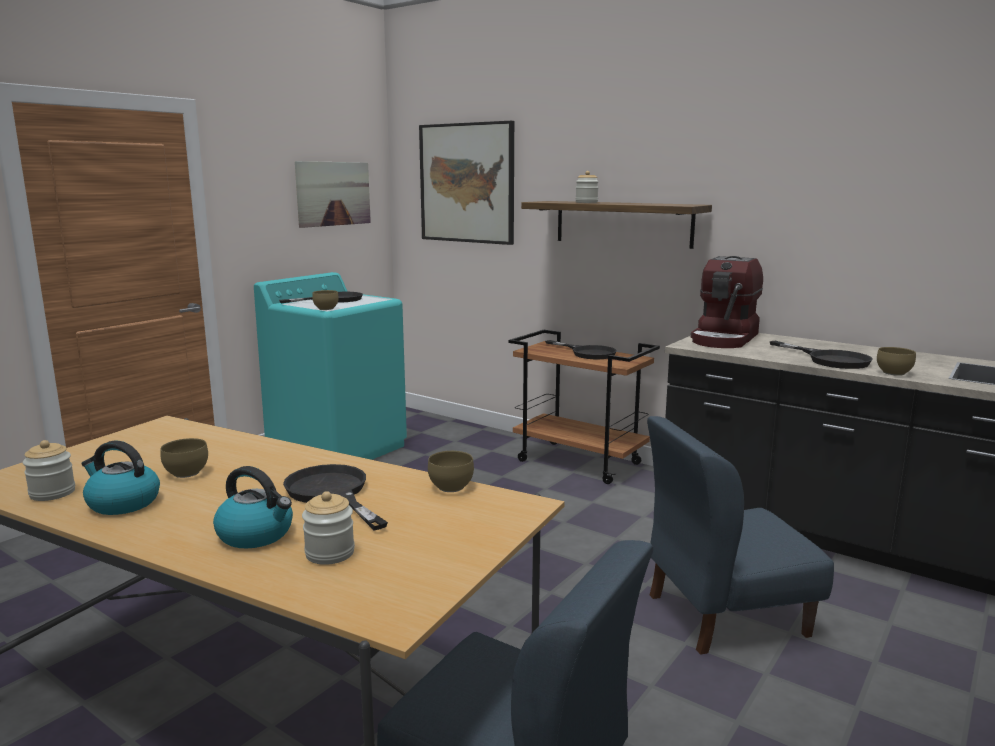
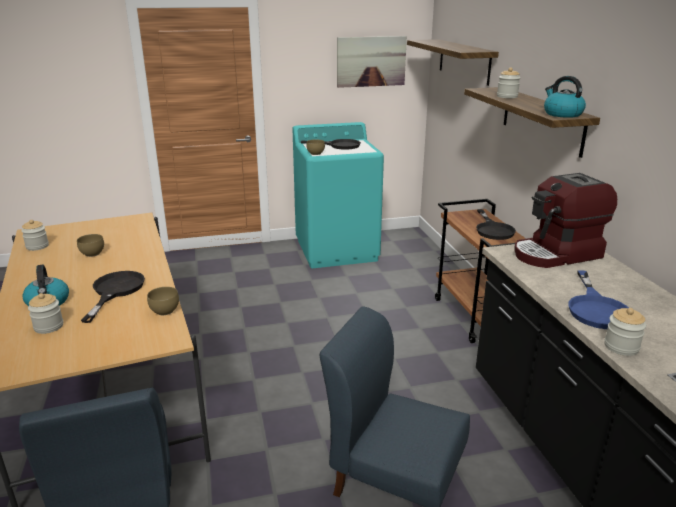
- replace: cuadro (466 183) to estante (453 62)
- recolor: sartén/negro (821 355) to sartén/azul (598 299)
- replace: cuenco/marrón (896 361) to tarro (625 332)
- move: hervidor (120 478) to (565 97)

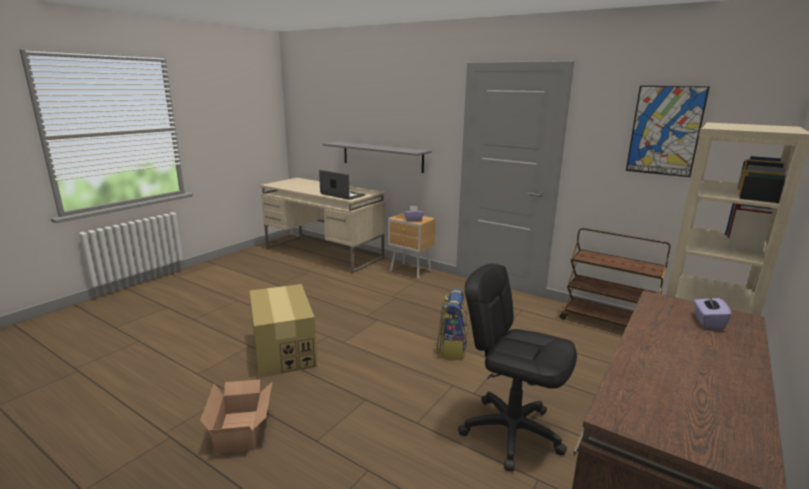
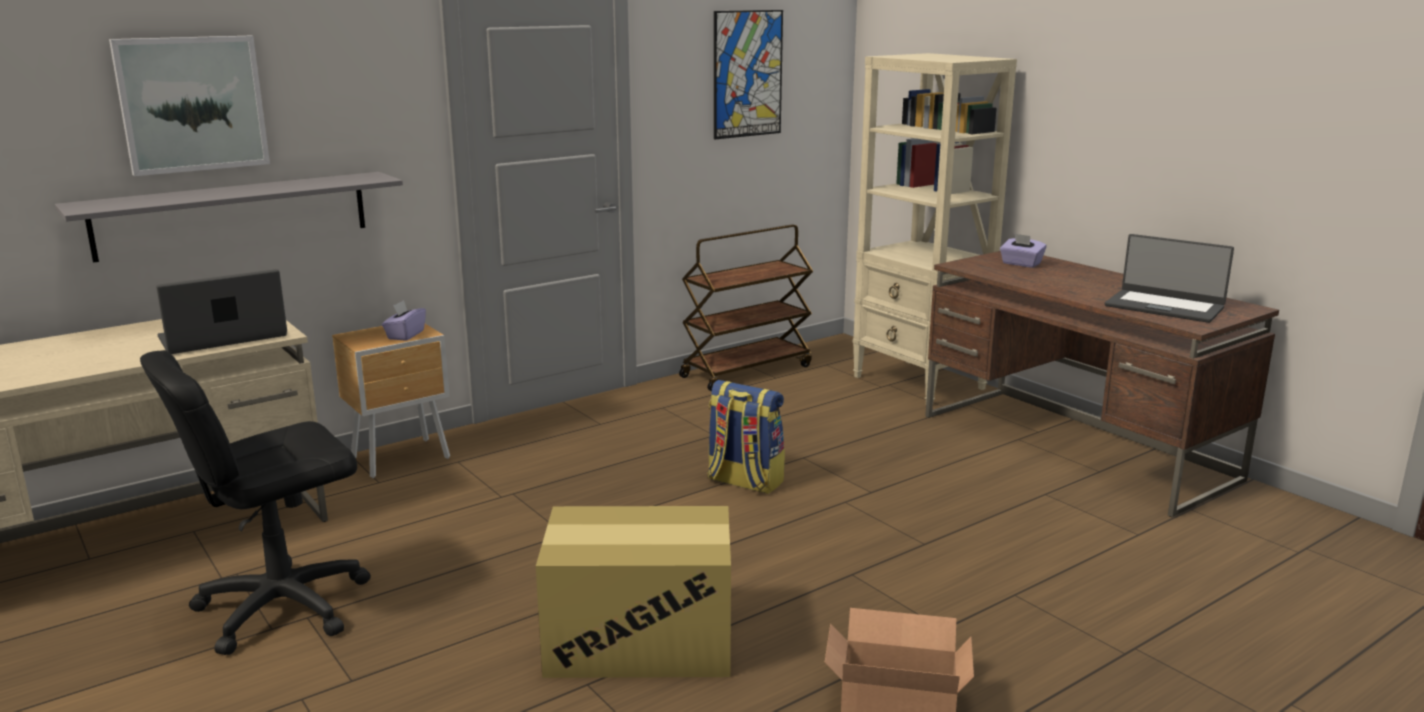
- move: silla de oficina/negro (517 367) to (255 502)
- insert: cuadro (189 106)
- insert: portátil (1169 278)

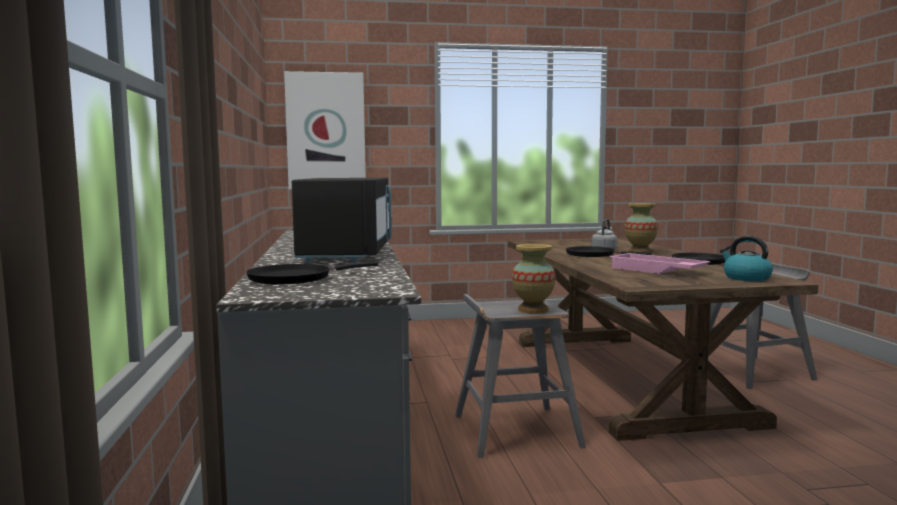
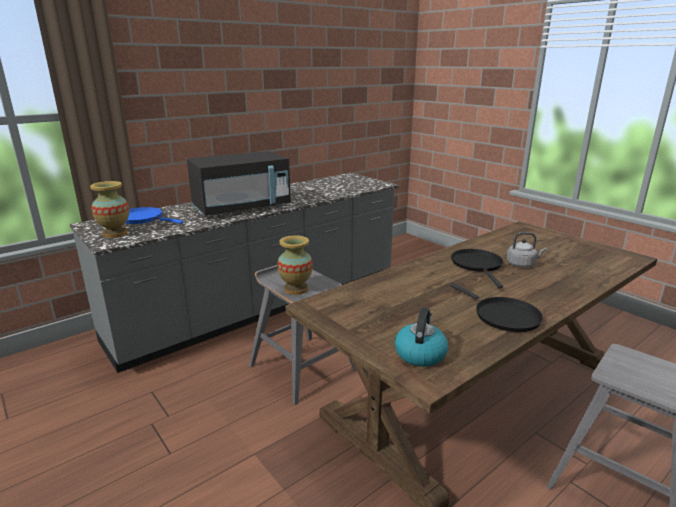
- delete: cuadro (325 130)
- move: florero (641 227) to (109 209)
- delete: bandeja/rosa (660 263)
- recolor: sartén/negro (312 273) to sartén/azul (154 215)

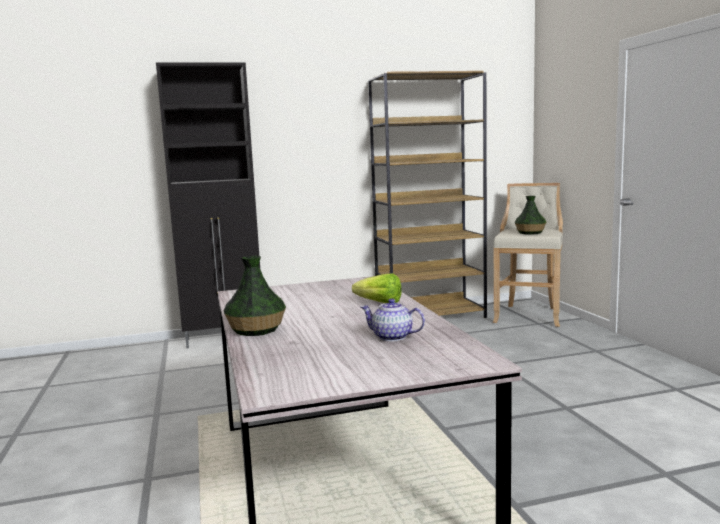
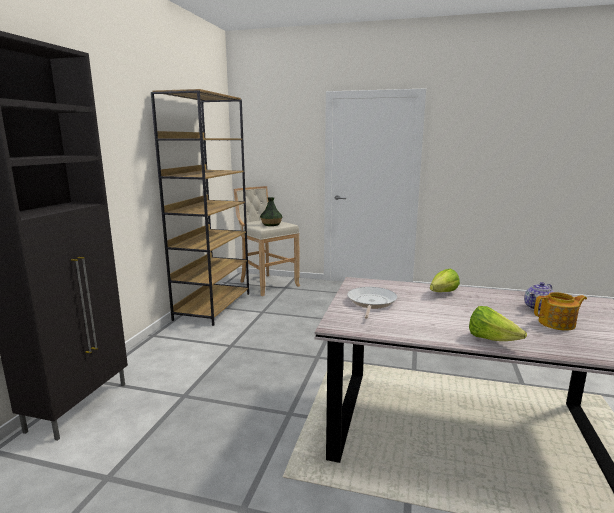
- replace: florero (255 296) to lechuga (498 323)
- insert: sartén (372 303)
- insert: tetera (560 311)

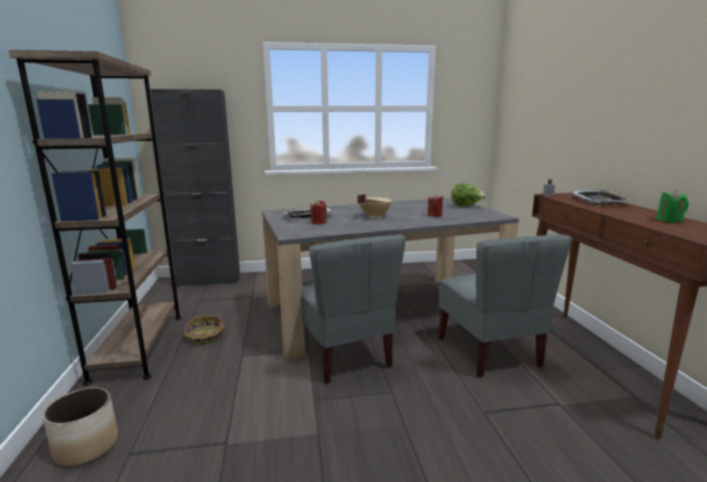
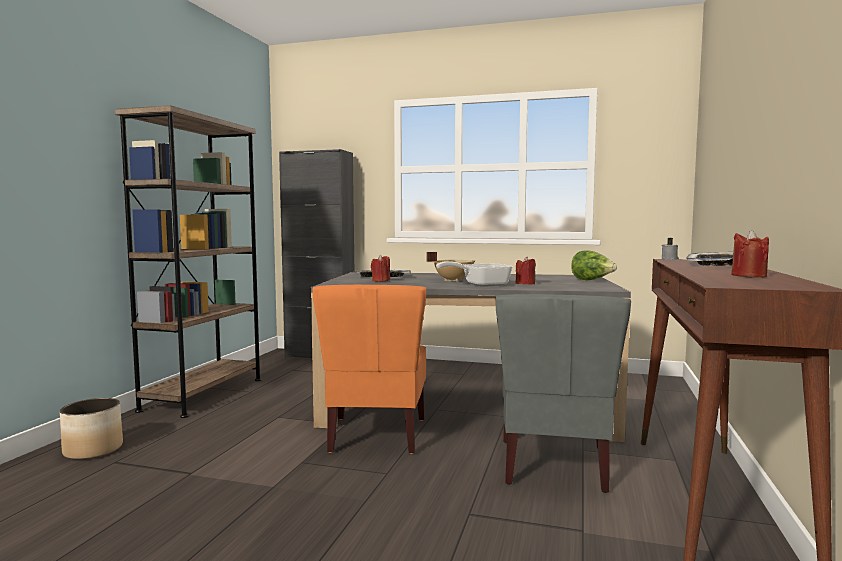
- recolor: vela/verde (672 206) to vela/rojo (750 254)
- recolor: silla/gris (353 309) to silla/naranja (369 369)
- delete: cesta (204 329)
- insert: sartén (474 274)

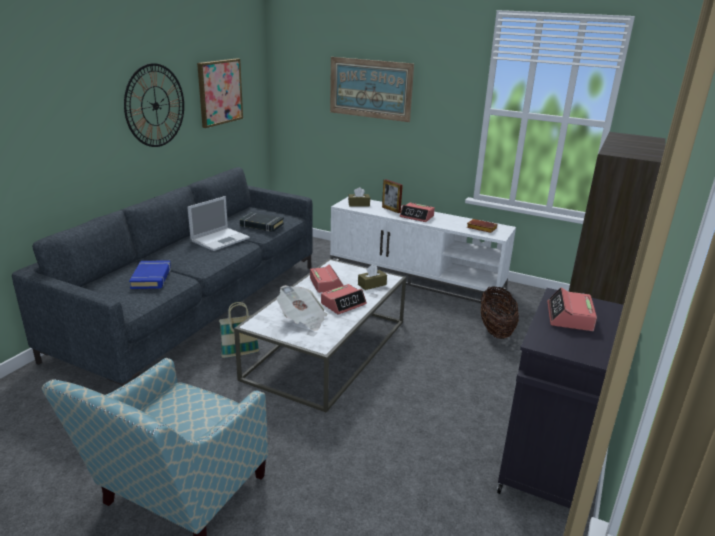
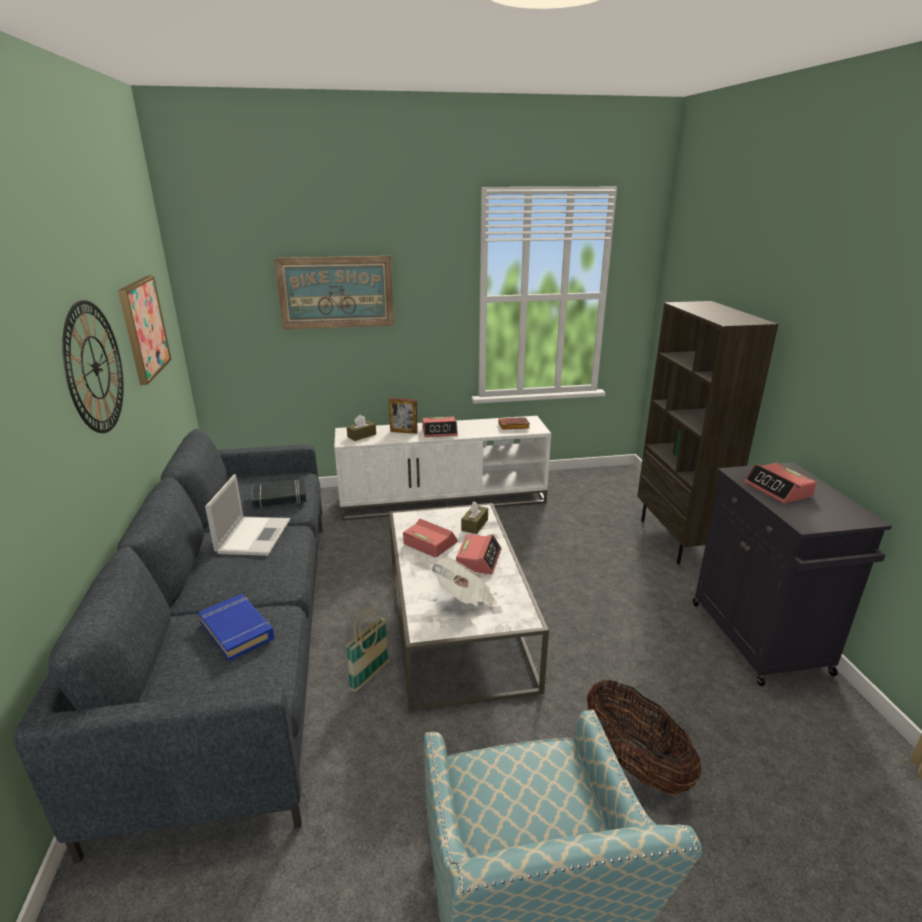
- move: cesta (500 312) to (644 737)

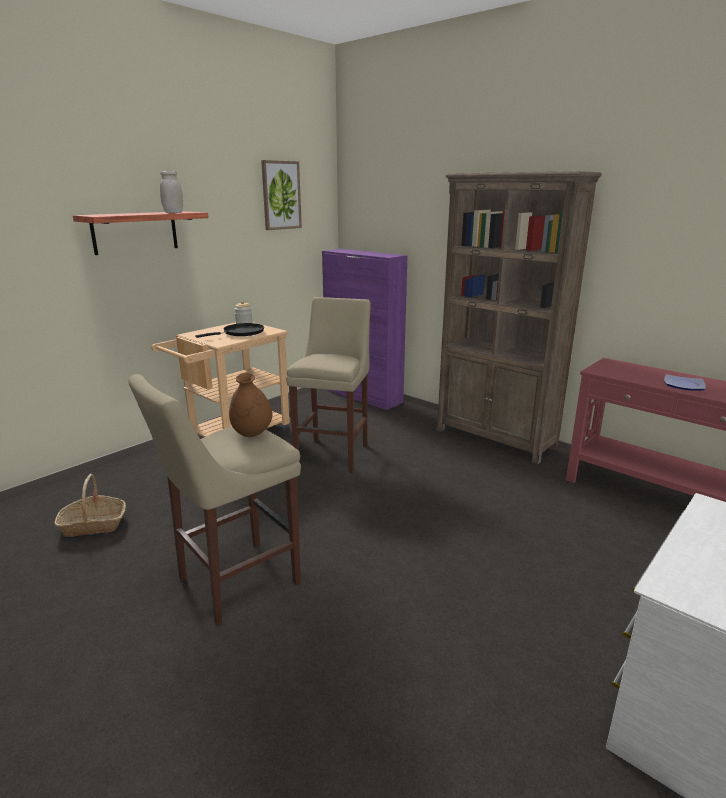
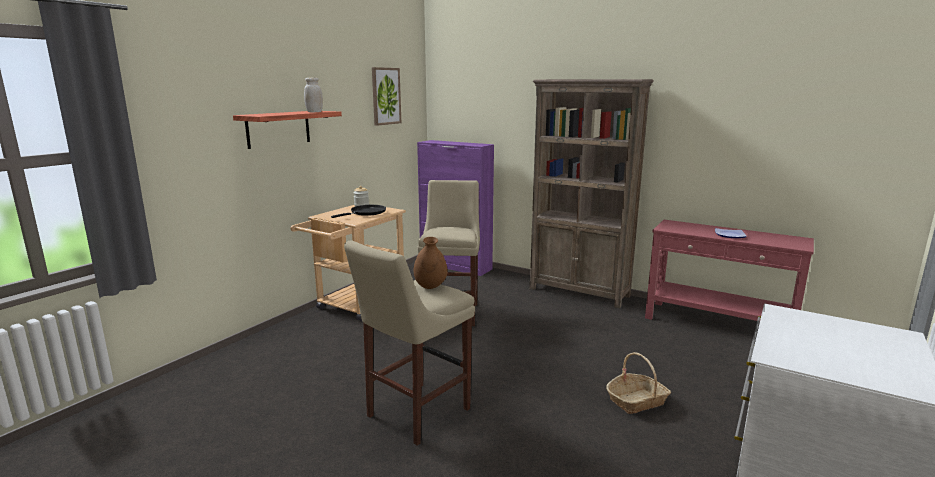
- move: cesta (90 505) to (638 383)

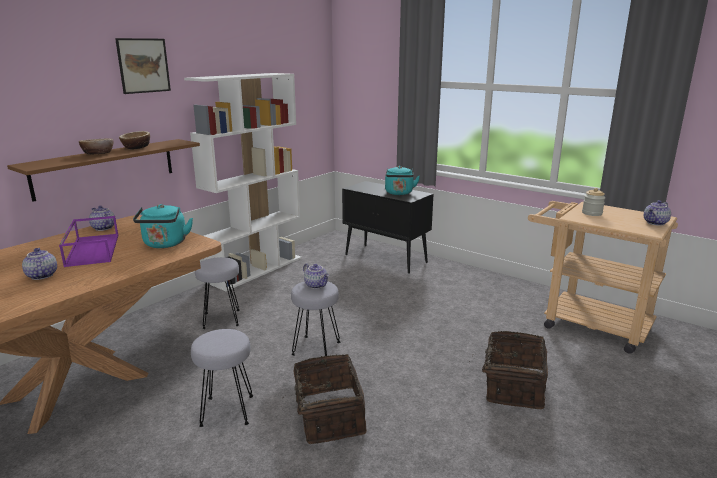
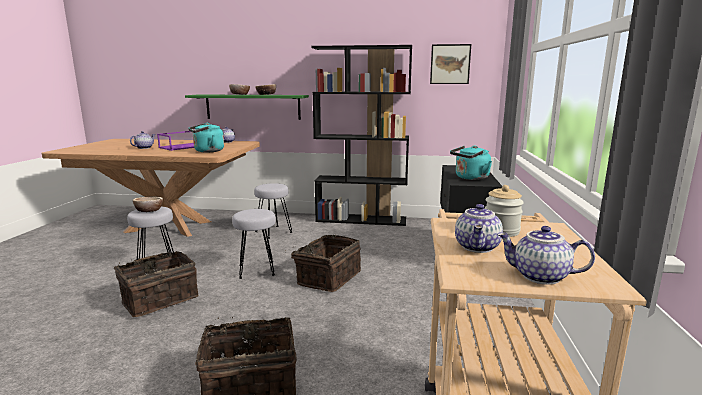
- move: cuadro (143 66) to (450 64)
- recolor: estantería/blanco (243 182) to estantería/negro (361 135)
- recolor: estante/marrón (103 170) to estante/verde (247 107)
- move: tetera (316 276) to (479 228)
- insert: cuenco (148 204)
- insert: cesta (323 263)

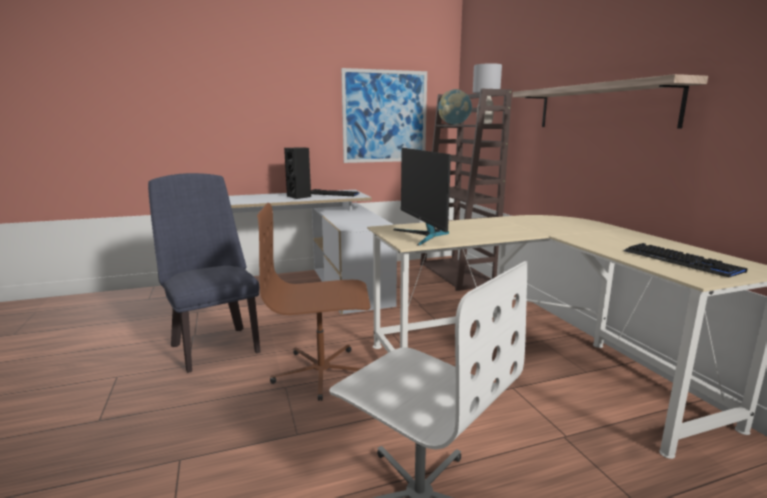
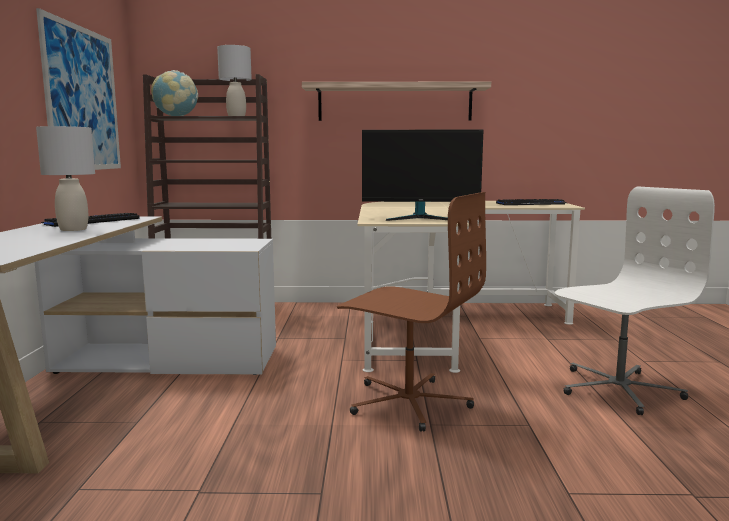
- replace: altavoz/negro (297 173) to lámpara de mesa/gris (65 178)
- delete: silla/azul (204 273)
- rotate: silla de oficina/marrón (313 302) = (411 312) 75 degrees counterclockwise

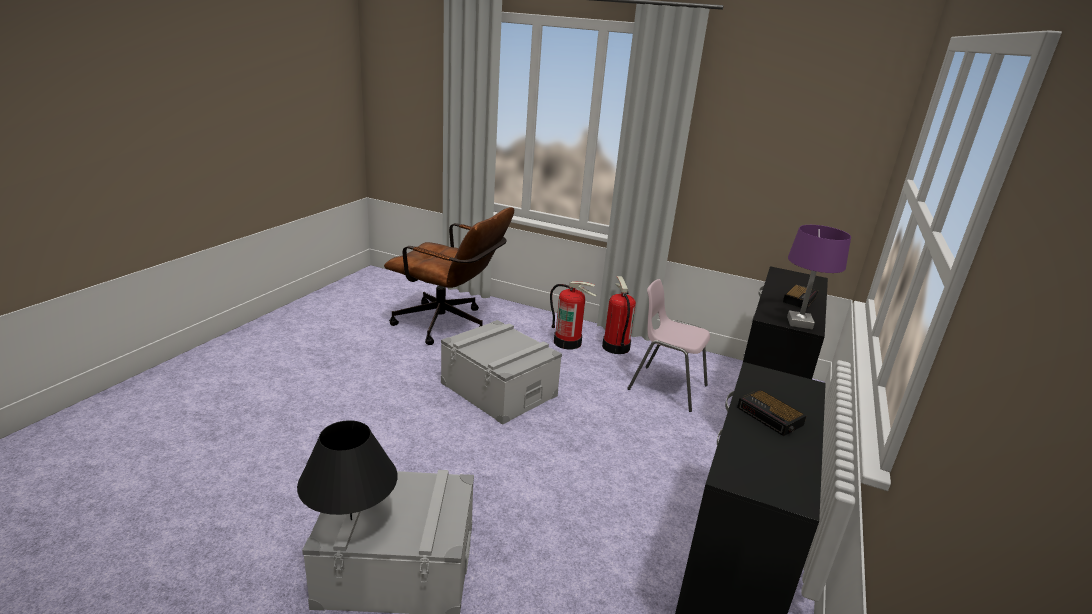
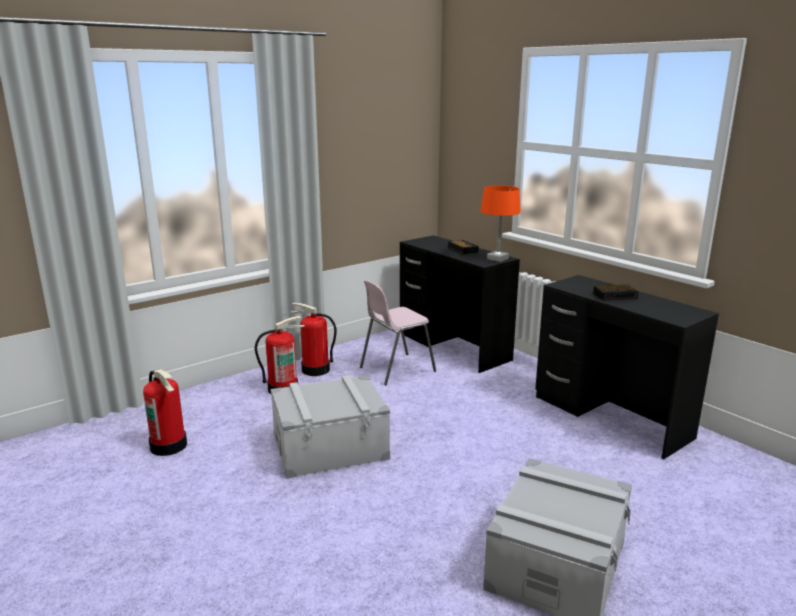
- replace: silla de oficina/marrón (449 276) to extintor (165 412)
- recolor: lámpara de mesa/morado (819 277) to lámpara de mesa/naranja (501 224)
- delete: lámpara de mesa/negro (347 470)

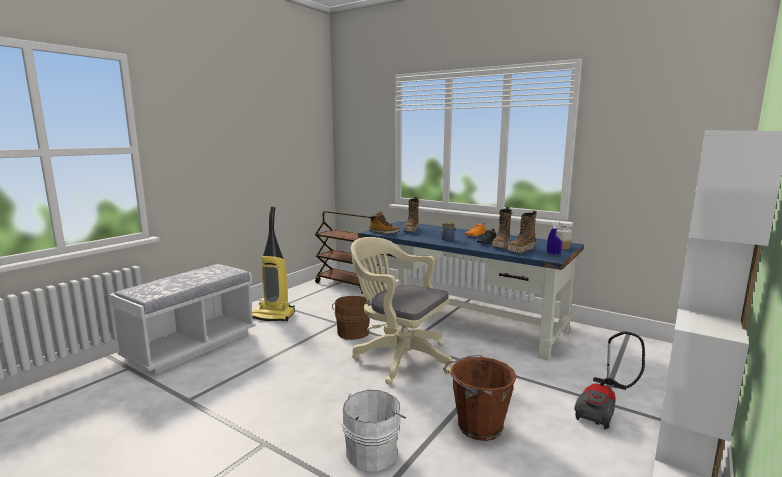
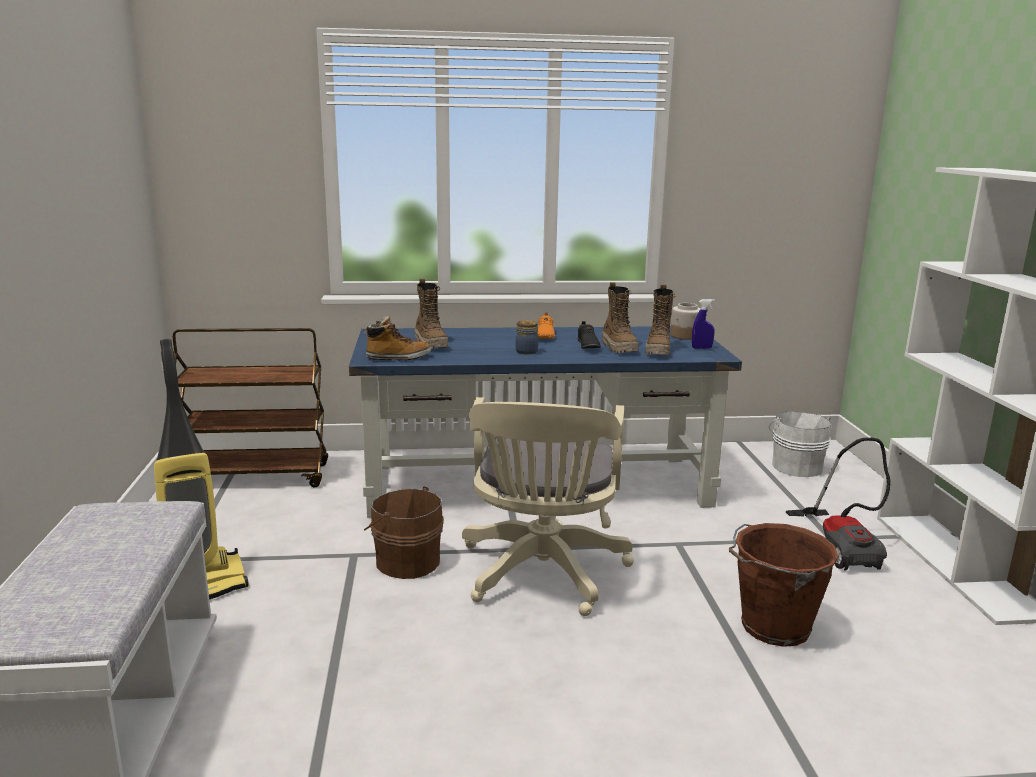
- rotate: silla de oficina/beis (402 310) = (548 506) 75 degrees counterclockwise
- move: cubo/blanco (374 431) to (800 444)

